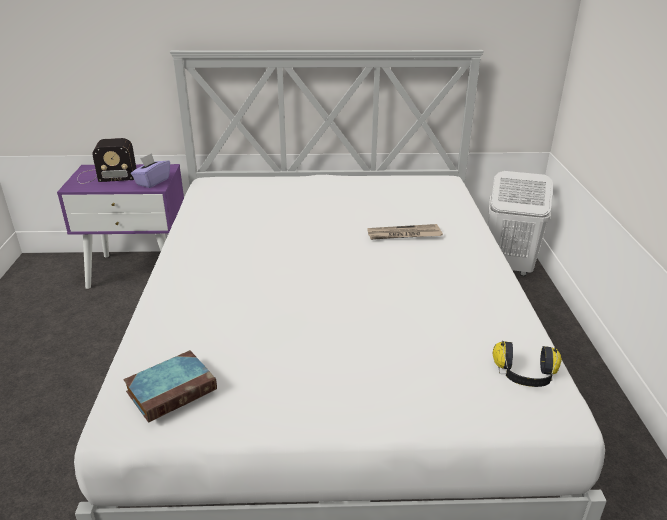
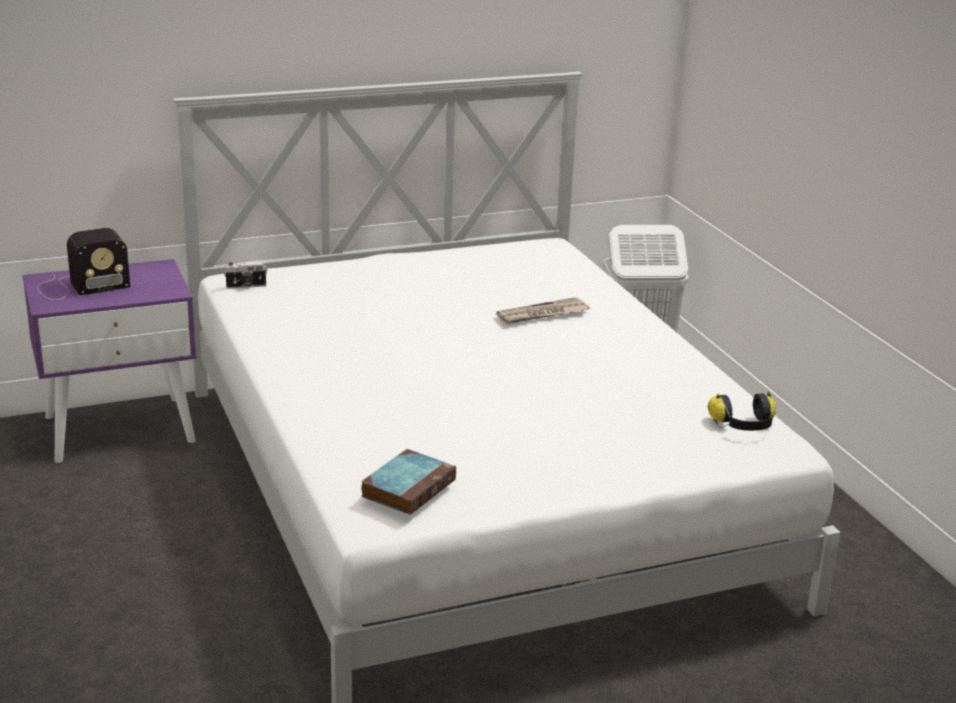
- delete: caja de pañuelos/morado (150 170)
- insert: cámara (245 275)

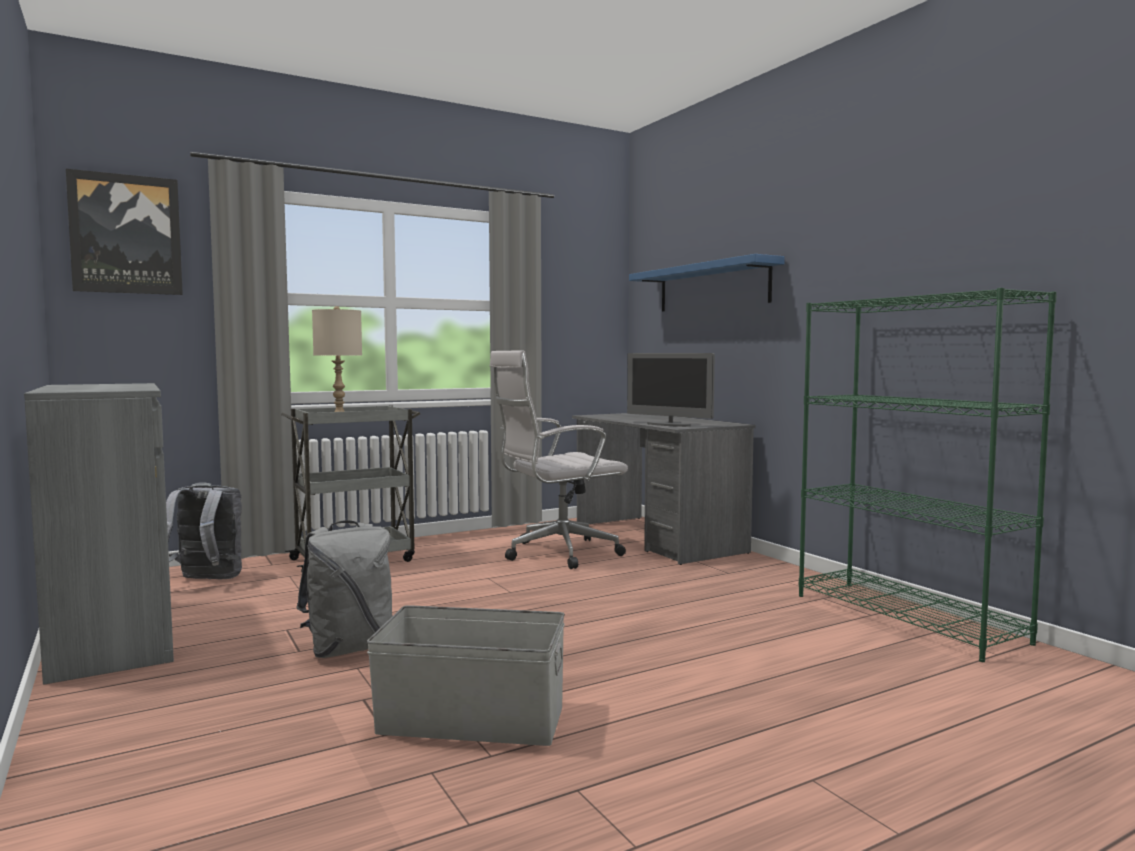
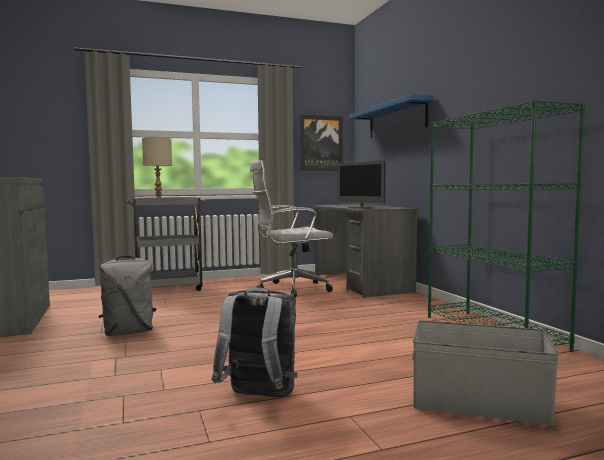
- move: cuadro (124 232) to (321 143)
- move: mochila/gris (204 530) to (254 342)
- move: caja de almacenaje/gris (466 675) to (485 372)

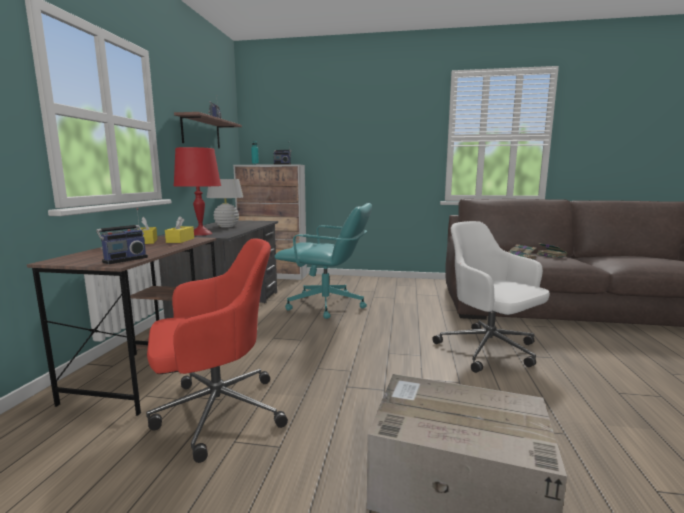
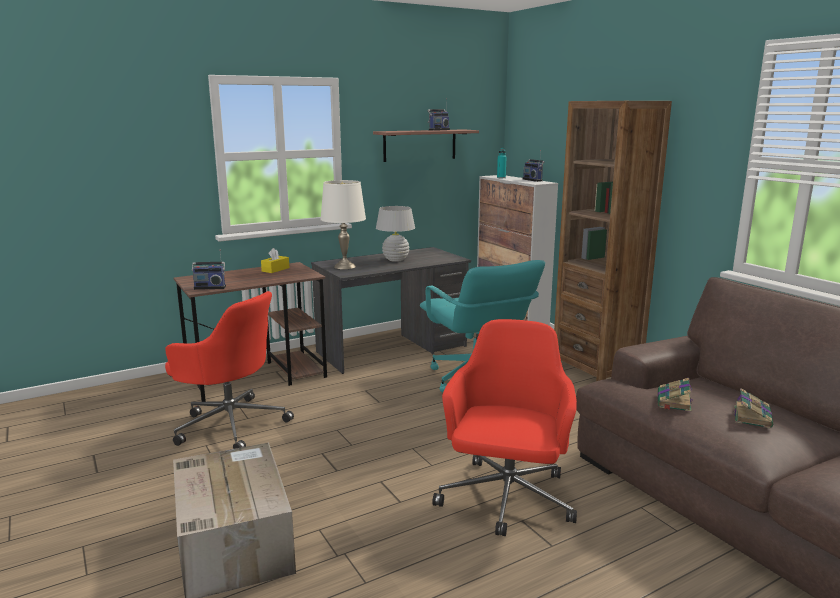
- recolor: lámpara de mesa/rojo (197 191) to lámpara de mesa/blanco (343 224)
- delete: caja de pañuelos/amarillo (179 229)
- recolor: silla de oficina/blanco (491 297) to silla de oficina/rojo (504 427)
- insert: estantería/marrón (613 241)

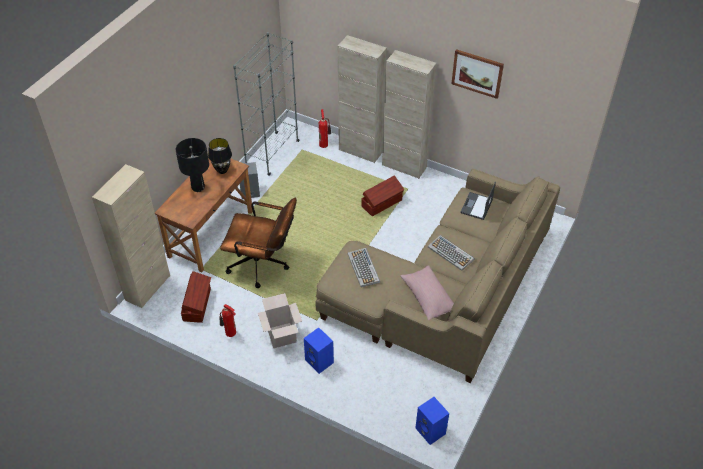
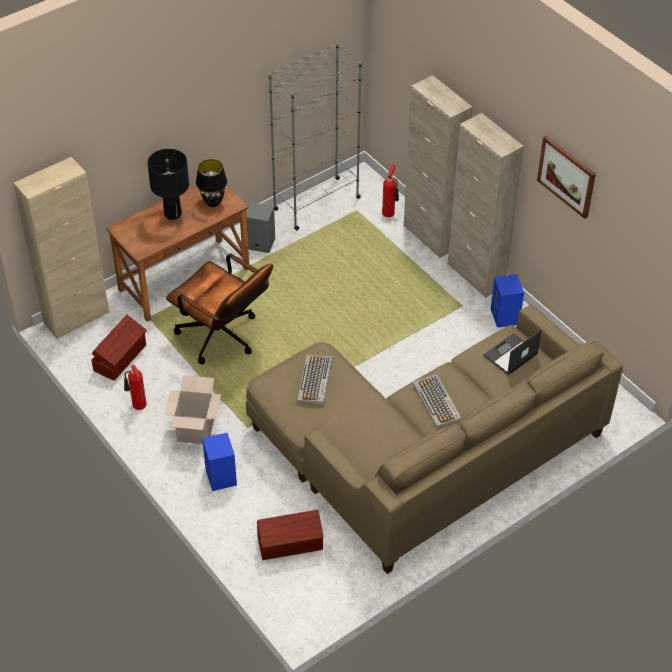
- move: caja de almacenaje/marrón (382 195) to (290 535)
- delete: cojín/rosa (427 292)
- move: altavoz/azul (432 421) to (507 301)

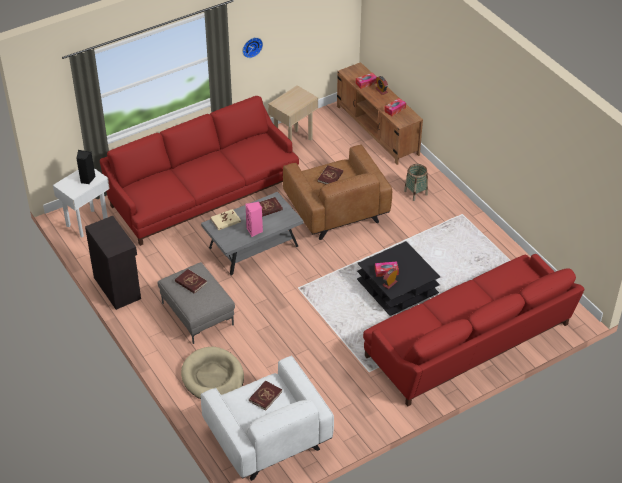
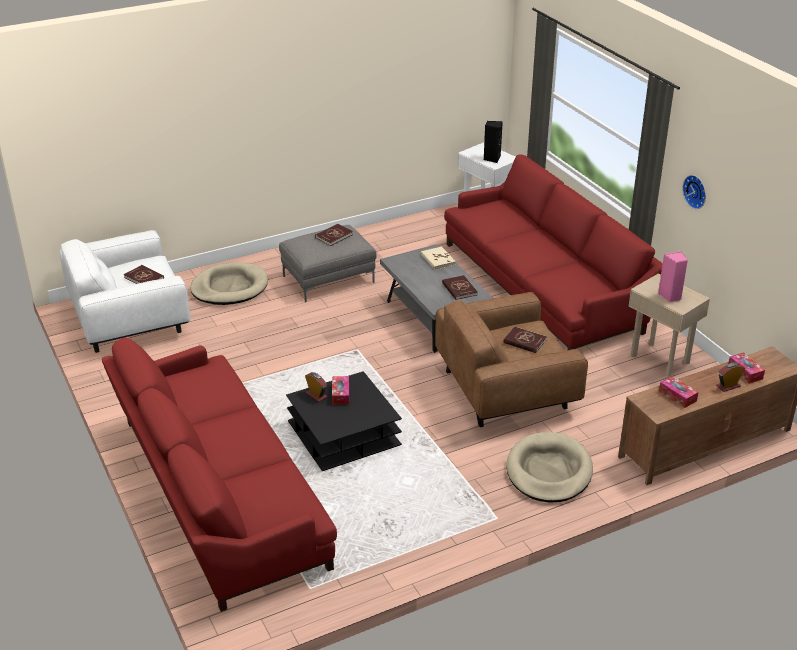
- replace: cesta (416 182) to cama para perro/beis (549 467)
- move: altavoz/rosa (254 219) to (673 276)
- delete: armario/negro (113 263)

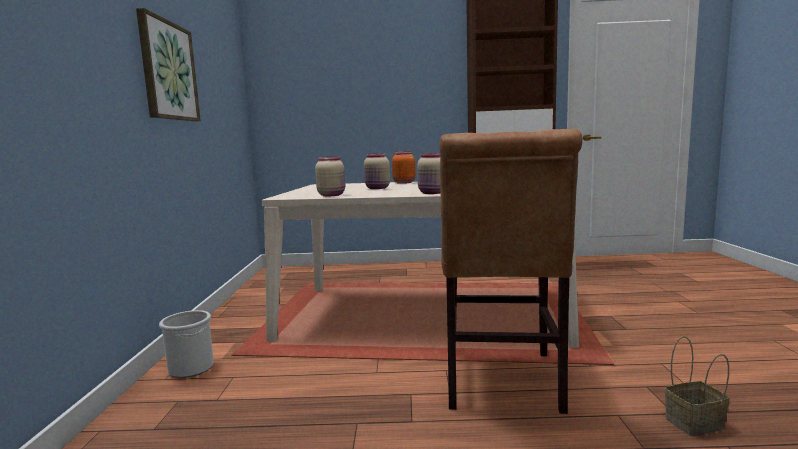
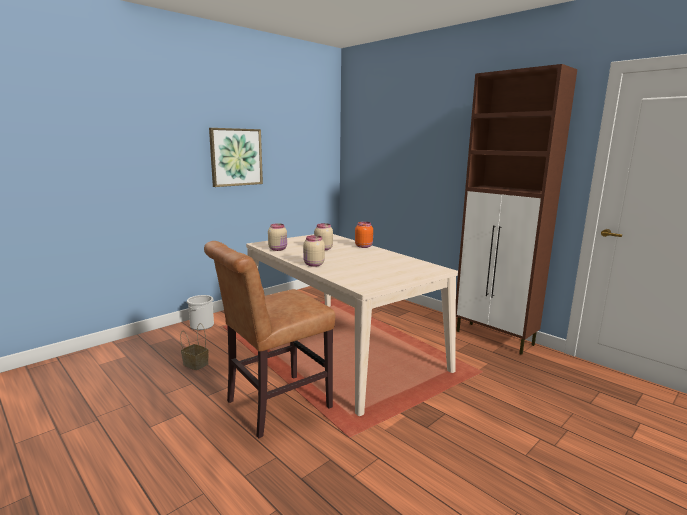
- move: cesta (697 386) to (194 346)

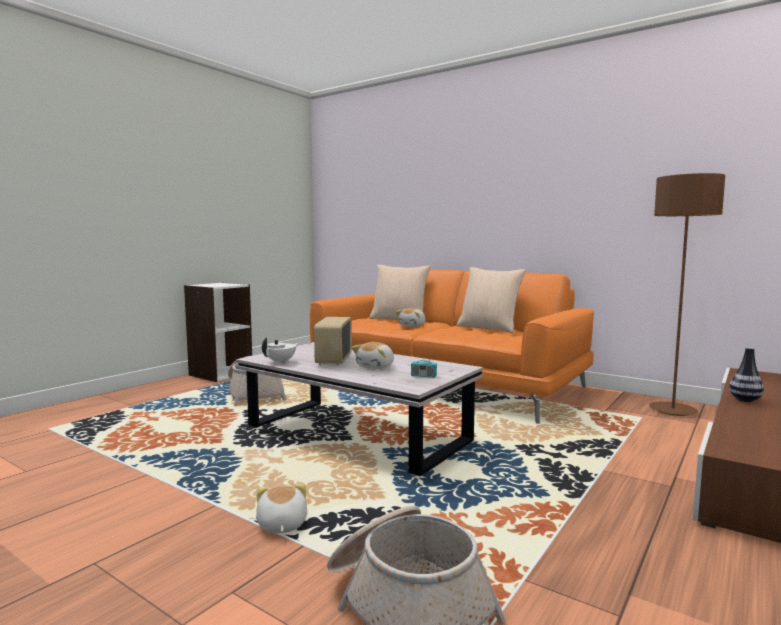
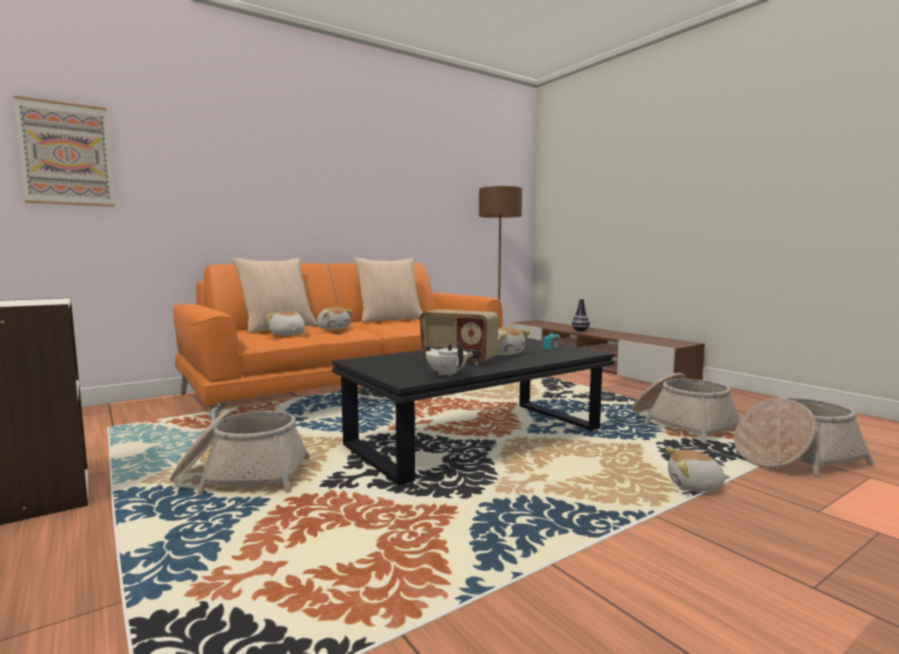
- recolor: mesa de centro/blanco (359 409) to mesa de centro/negro (473 411)
- insert: cuadro (64 151)
- insert: peluche (285 323)
- insert: cesta (686 408)

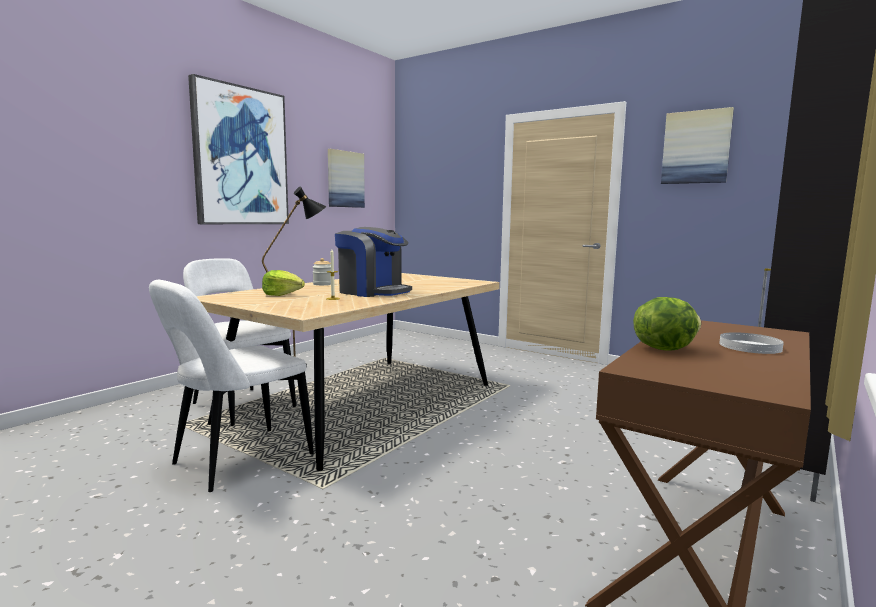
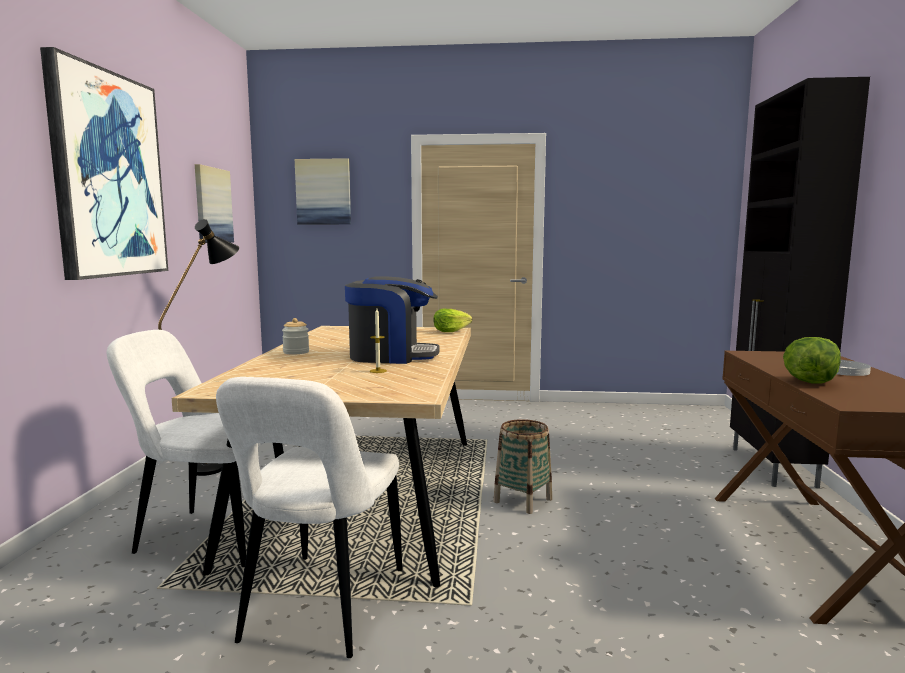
- move: cuadro (697 145) to (323 191)
- move: lechuga (283 283) to (452 320)
- insert: cesta (522 466)

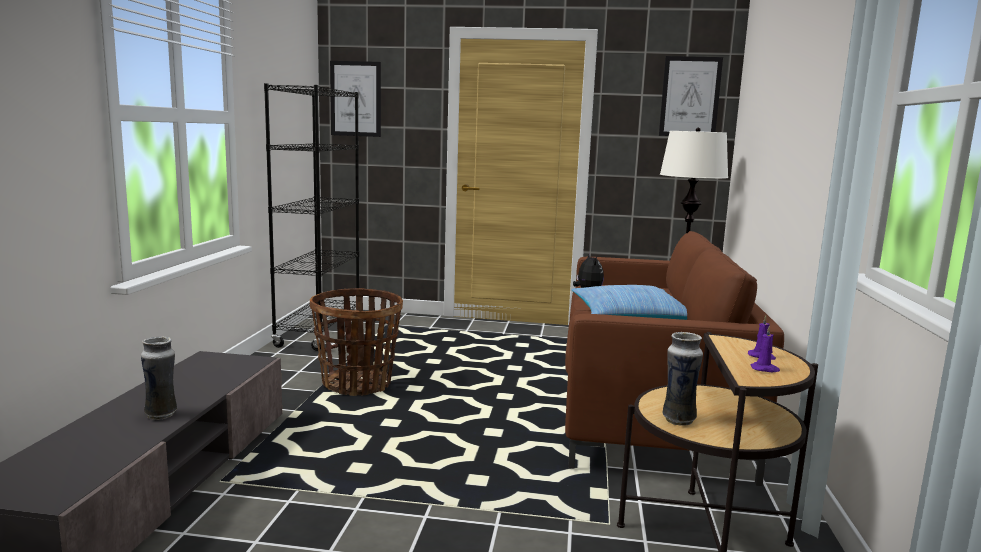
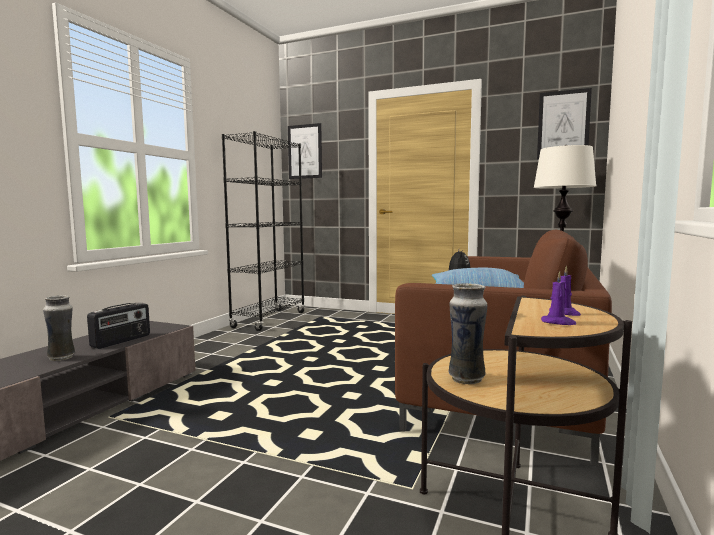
- delete: cesta (356 342)
- insert: radio (118 325)

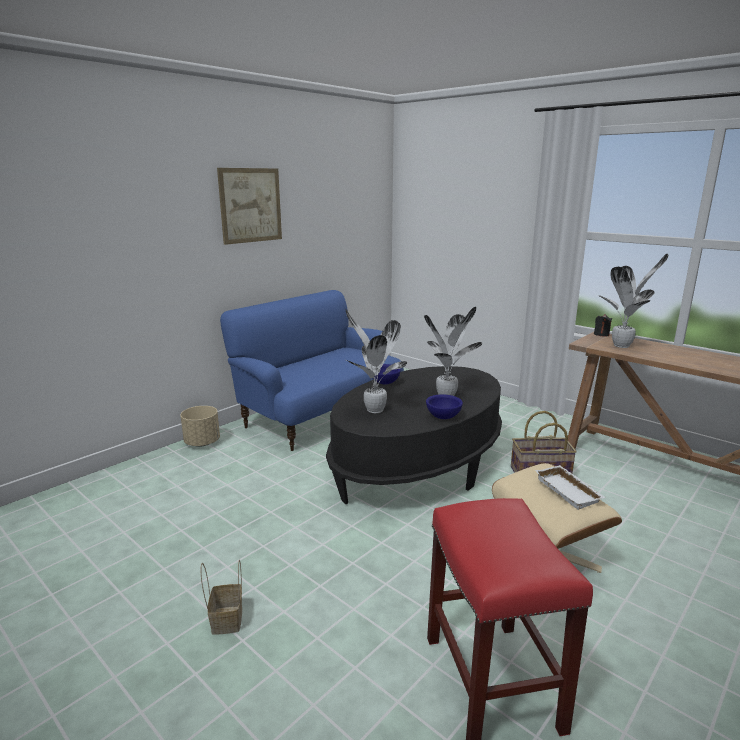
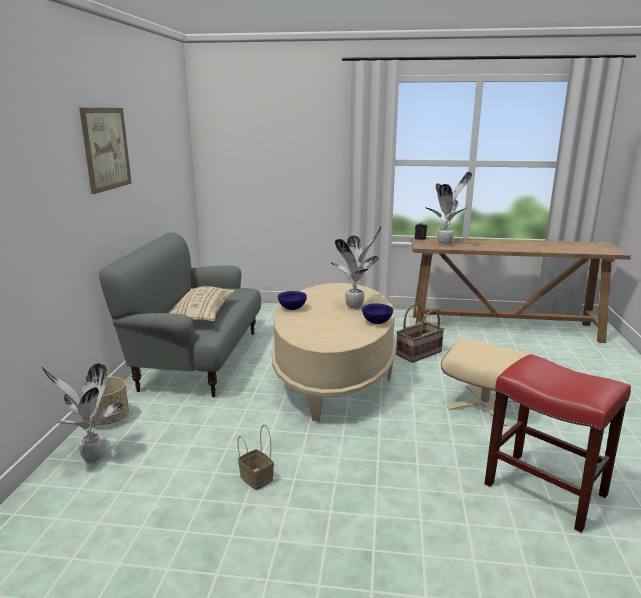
- recolor: sofá/azul (312 370) to sofá/gris (180 315)
- move: planta en maceta (376 361) to (82 413)
- recolor: mesa de centro/negro (414 435) to mesa de centro/beis (333 352)
- delete: bandeja/blanco (570 487)
- move: cesta (221 597) to (256 457)
- insert: cojín/beis (202 304)

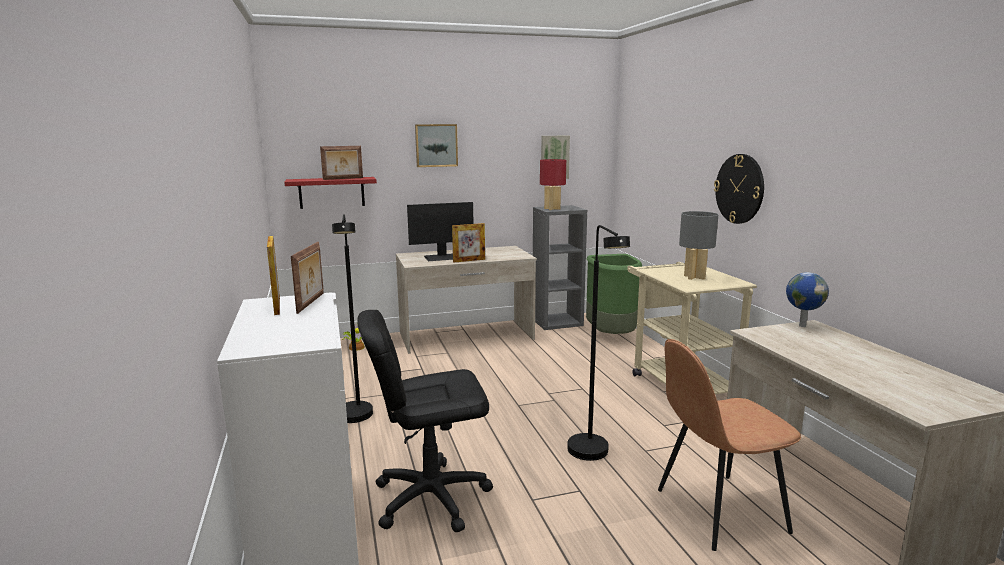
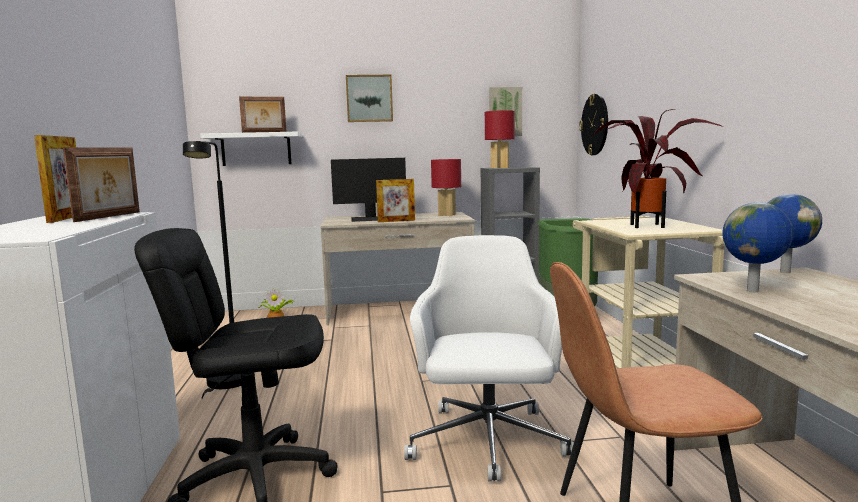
- move: reloj de pared (739 189) to (593 124)
- recolor: estante/rojo (330 193) to estante/blanco (251 149)
- replace: lámpara de mesa/gris (698 245) to planta en maceta (659 168)
- replace: lámpara de pie/negro (598 343) to silla de oficina/blanco (489 358)
- insert: lámpara de mesa/rojo (446 187)
- insert: globo terráqueo (758 247)

